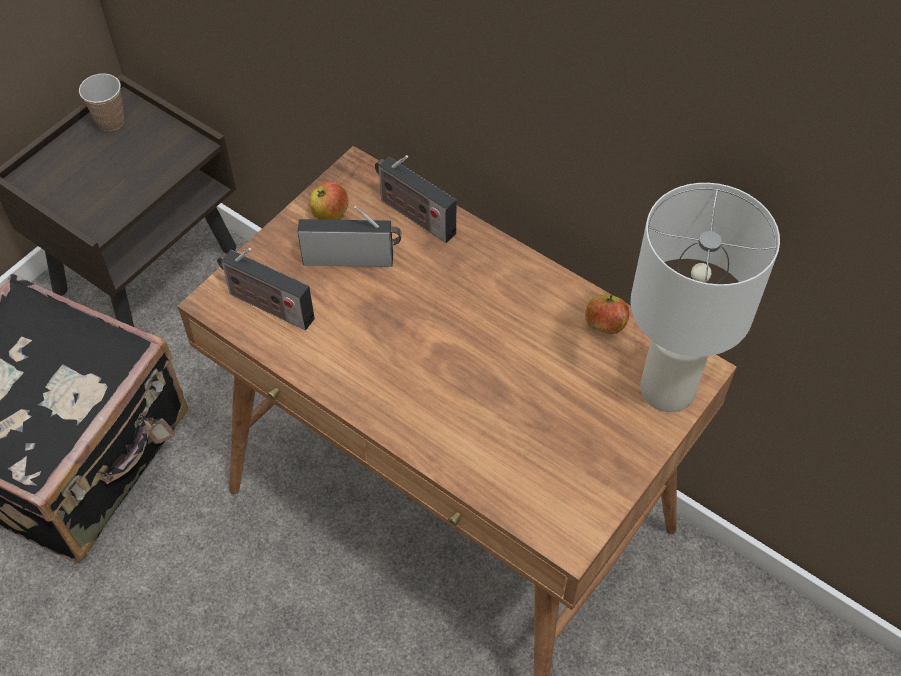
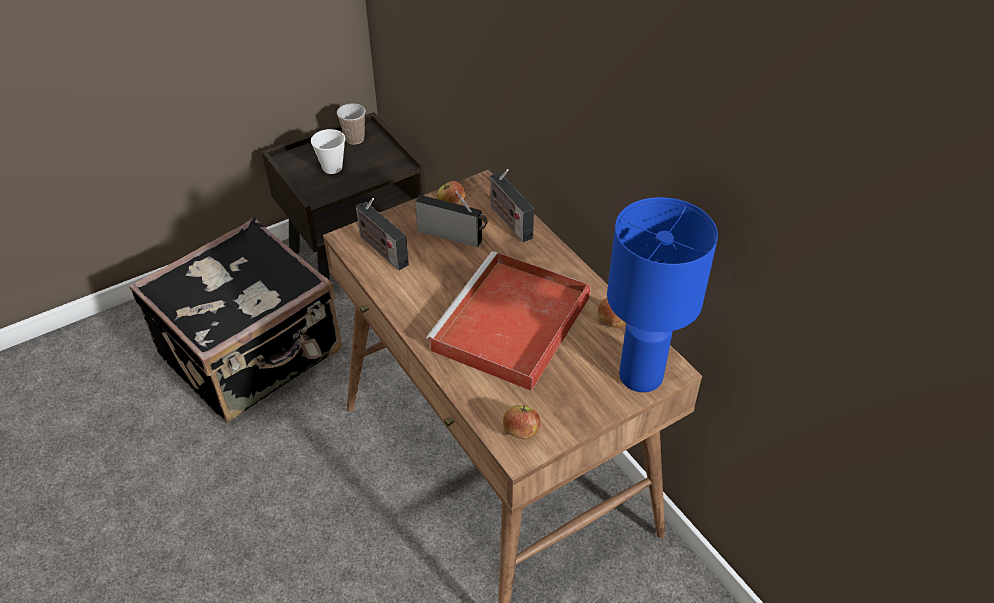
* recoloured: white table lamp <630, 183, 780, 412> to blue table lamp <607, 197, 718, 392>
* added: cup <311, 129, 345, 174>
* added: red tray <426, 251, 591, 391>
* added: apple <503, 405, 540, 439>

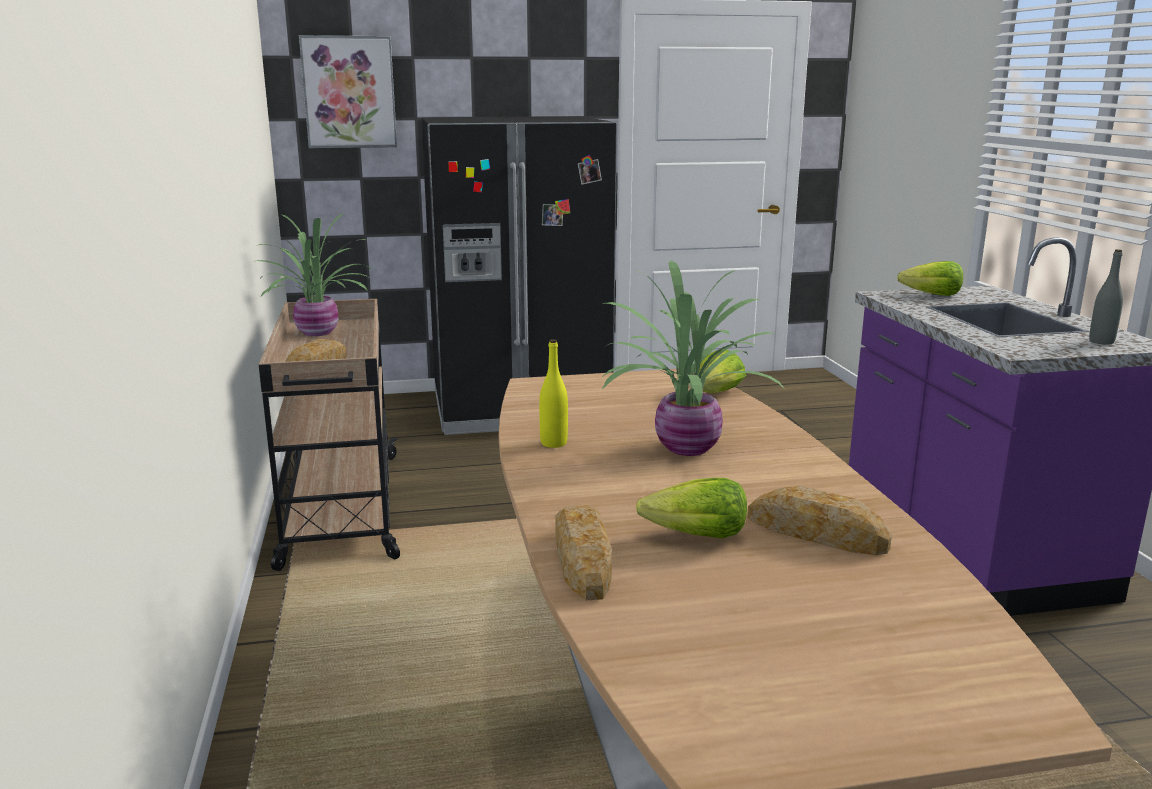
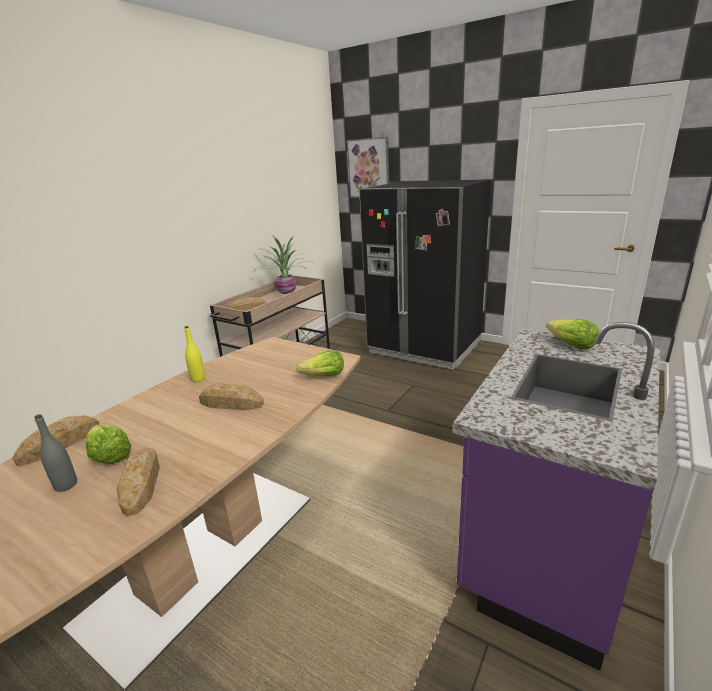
* replaced: potted plant <602, 260, 785, 456> to bread <199, 383, 264, 410>
* moved: grey bottle <1089, 249, 1123, 345> to <35, 414, 77, 492>

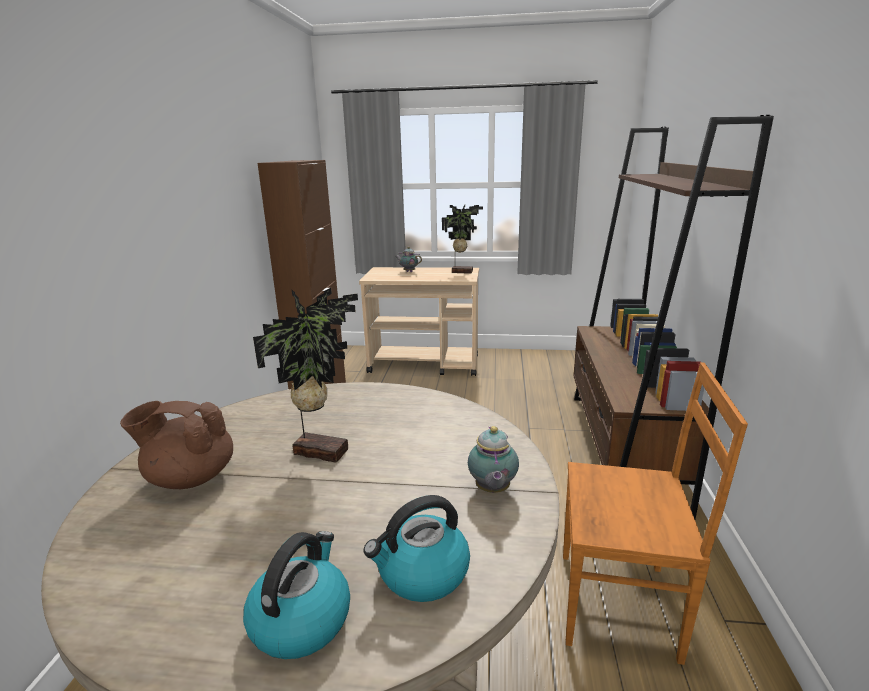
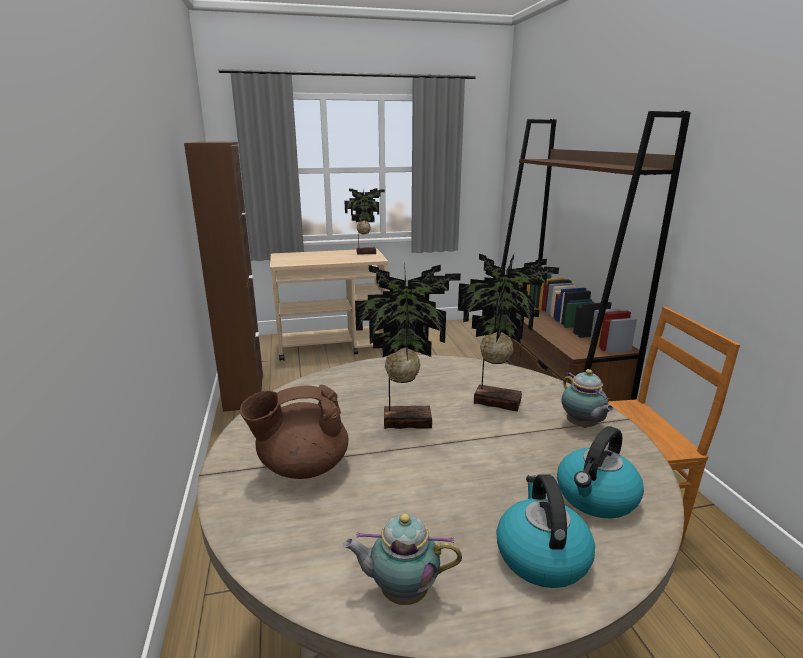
* moved: teapot <395, 247, 422, 272> to <343, 514, 462, 605>
* added: potted plant <458, 253, 559, 411>

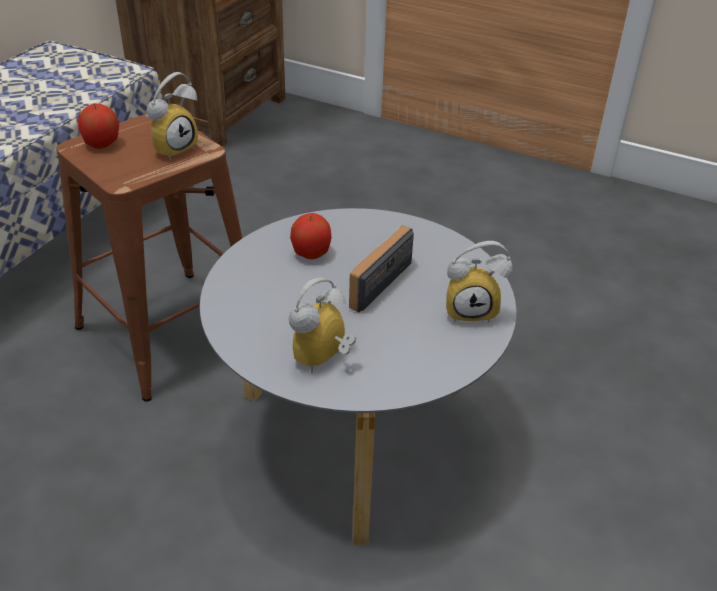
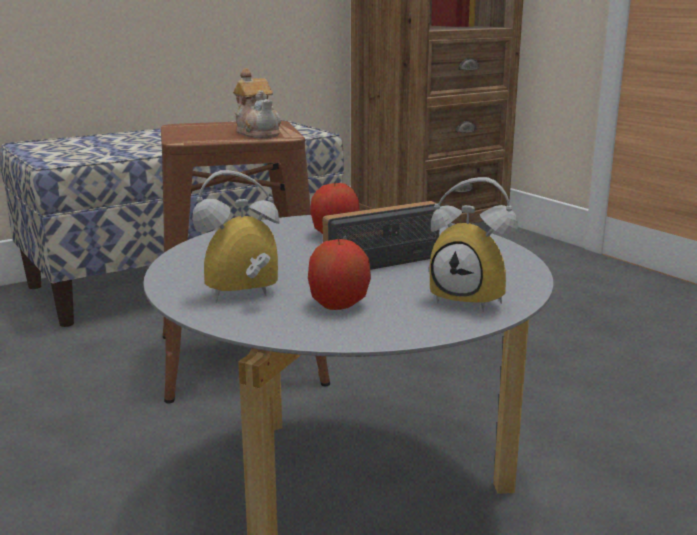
* moved: apple <78, 104, 119, 149> to <308, 237, 371, 310>
* replaced: alarm clock <146, 72, 198, 160> to teapot <233, 68, 281, 138>

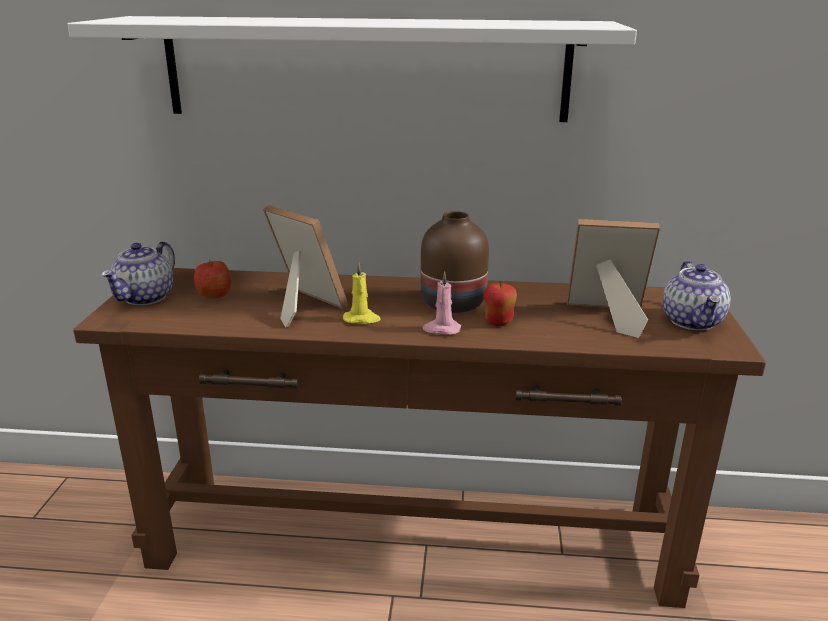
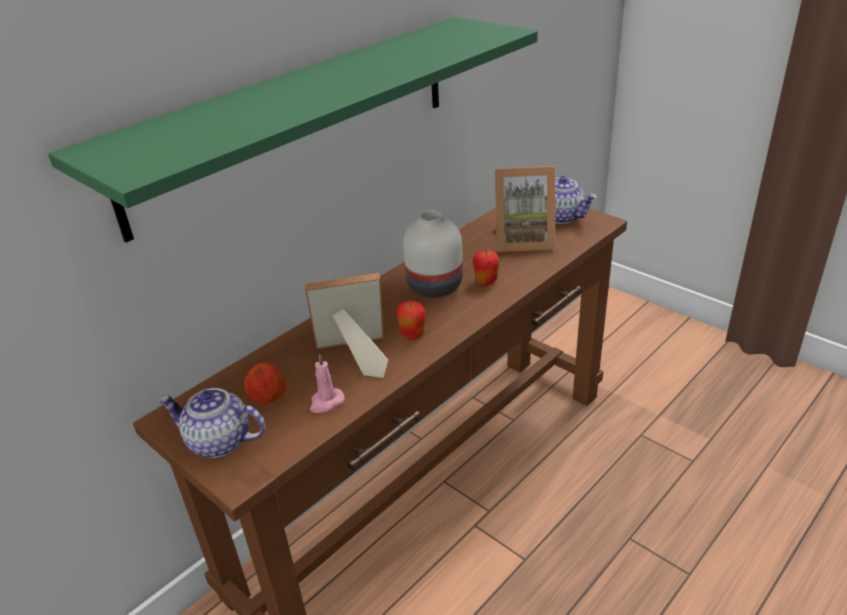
* recoloured: white shelf <68, 16, 637, 122> to green shelf <48, 17, 538, 243>
* turned: teapot <101, 242, 175, 305> = <159, 388, 265, 458> 135 degrees clockwise
* replaced: yellow candle <343, 263, 381, 324> to apple <396, 301, 426, 340>
* recoloured: brown vase <421, 211, 489, 313> to white vase <403, 211, 463, 298>
* moved: pink candle <422, 271, 461, 335> to <310, 354, 345, 413>
* turned: picture frame <567, 219, 660, 338> = <495, 166, 555, 252> 135 degrees counterclockwise

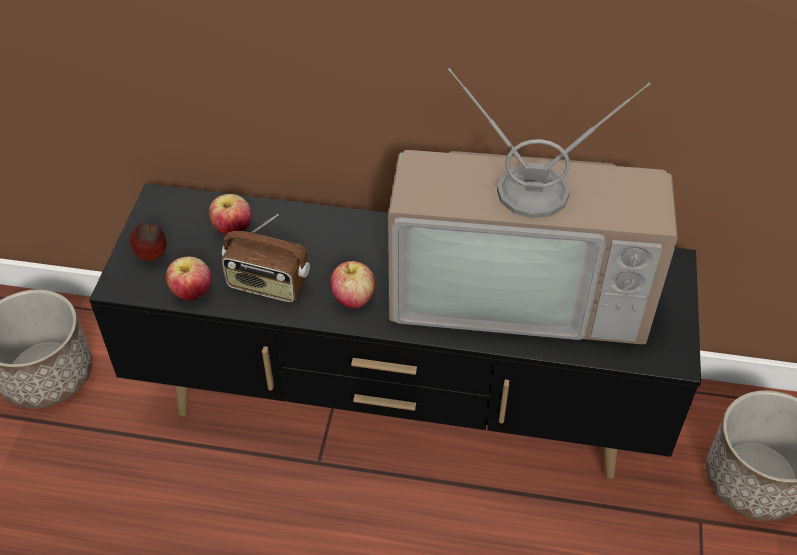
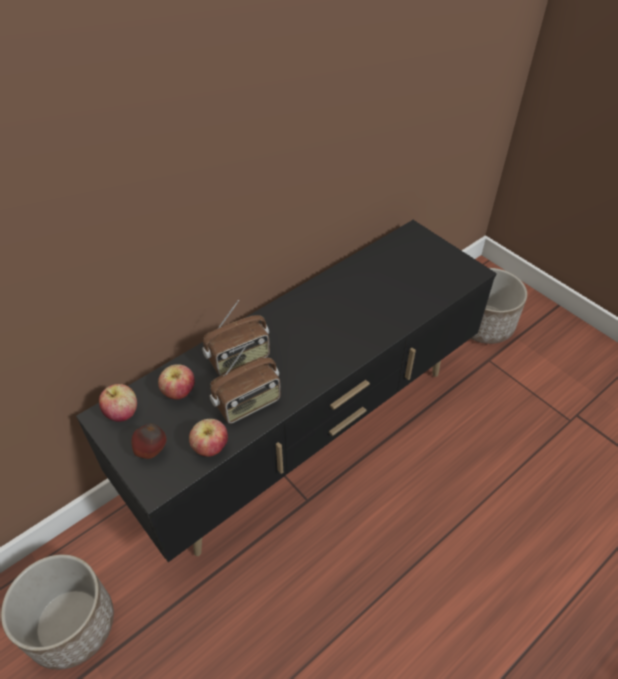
* moved: apple <330, 261, 375, 308> to <99, 384, 137, 422>
* removed: television <388, 68, 678, 344>
* added: radio <202, 300, 270, 376>

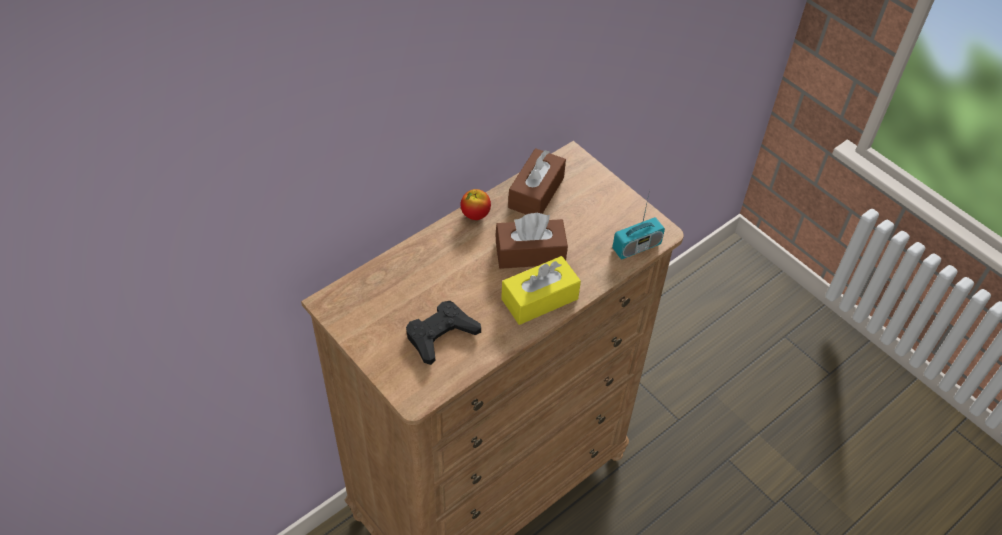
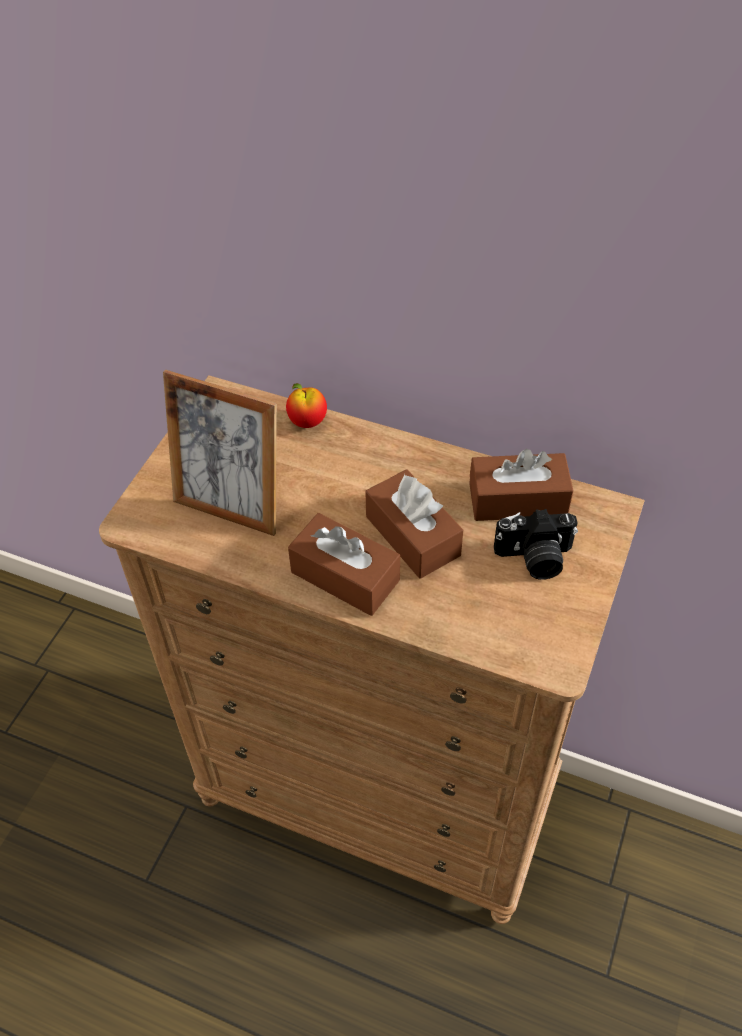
* replaced: black game controller <406, 301, 481, 365> to picture frame <163, 370, 277, 536>
* moved: apple <460, 189, 491, 220> to <286, 383, 327, 428>
* recoloured: yellow tissue box <501, 256, 581, 325> to brown tissue box <288, 513, 400, 616>
* removed: radio <612, 190, 665, 259>
* added: photo camera <494, 509, 578, 580>

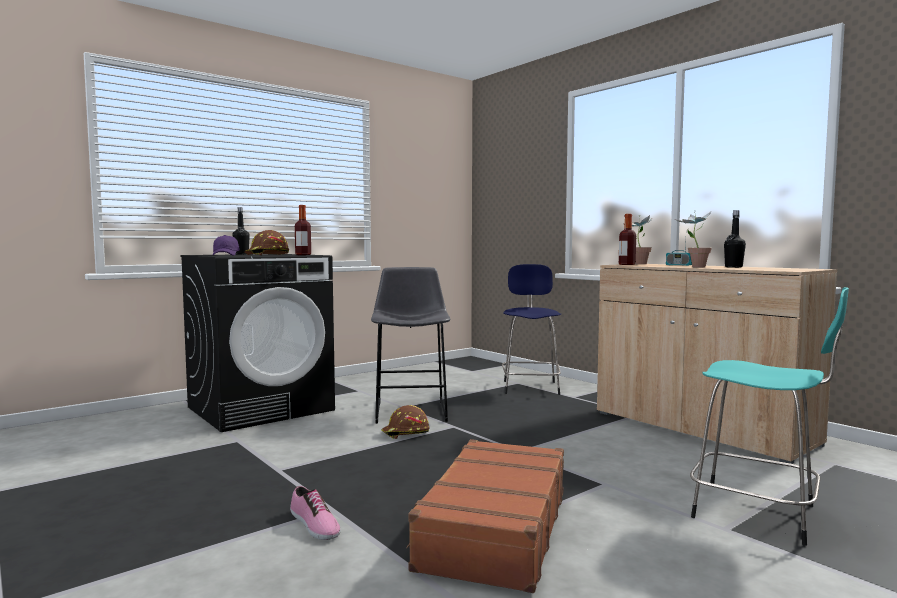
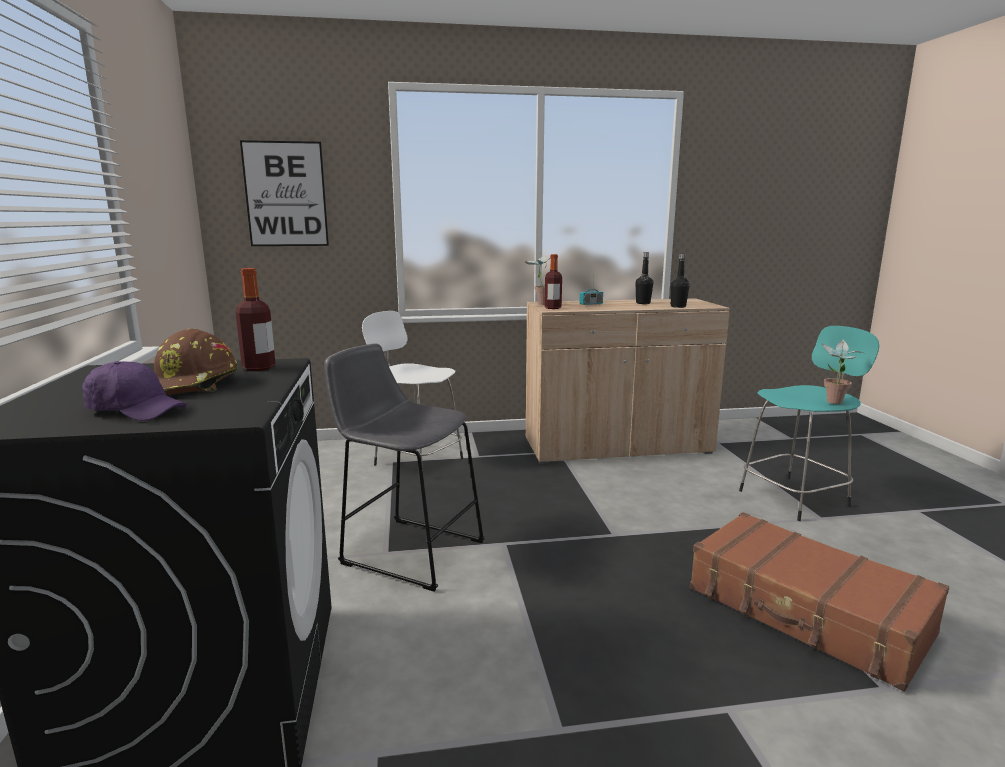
* moved: black bottle <232, 207, 250, 254> to <670, 254, 689, 308>
* removed: shoe <290, 486, 340, 540>
* removed: brown hard hat <382, 405, 430, 439>
* recoloured: blue stool <502, 264, 561, 395> to white stool <362, 311, 463, 470>
* moved: potted plant <675, 212, 712, 268> to <821, 339, 865, 404>
* added: picture <240, 140, 329, 246>

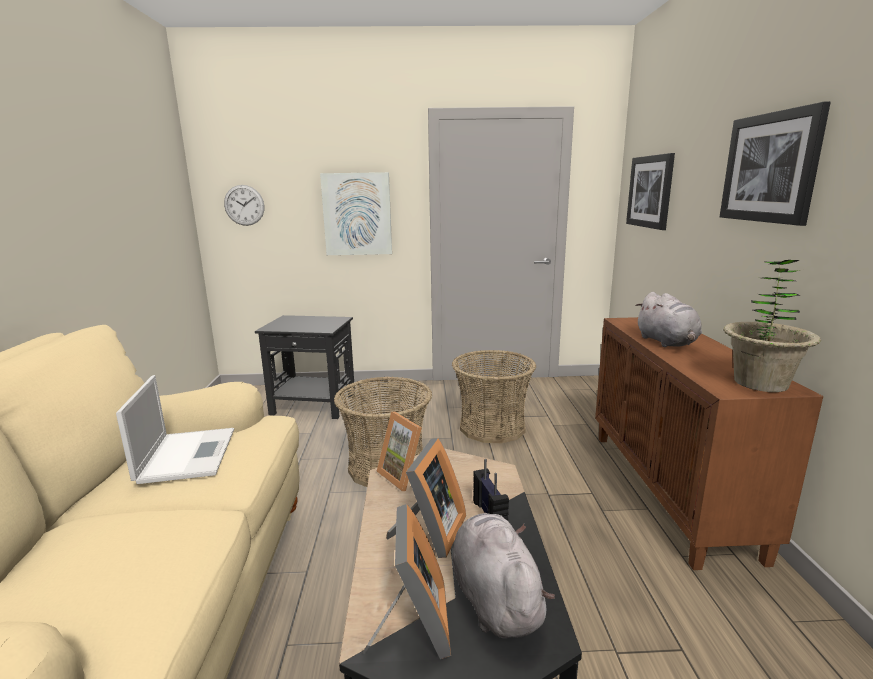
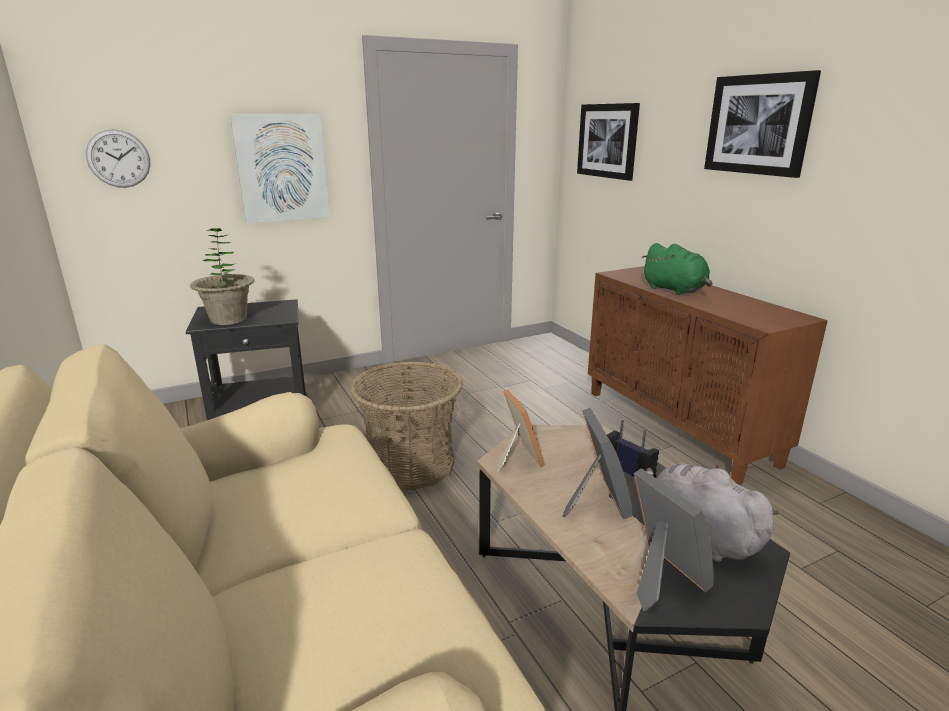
* removed: laptop <116, 375, 234, 484>
* turned: picture frame <377, 412, 422, 491> = <497, 390, 545, 471> 135 degrees counterclockwise
* removed: basket <452, 350, 536, 443>
* recoloured: grey plush toy <635, 292, 702, 347> to green plush toy <641, 243, 712, 295>
* moved: potted plant <723, 260, 821, 392> to <190, 228, 254, 325>

